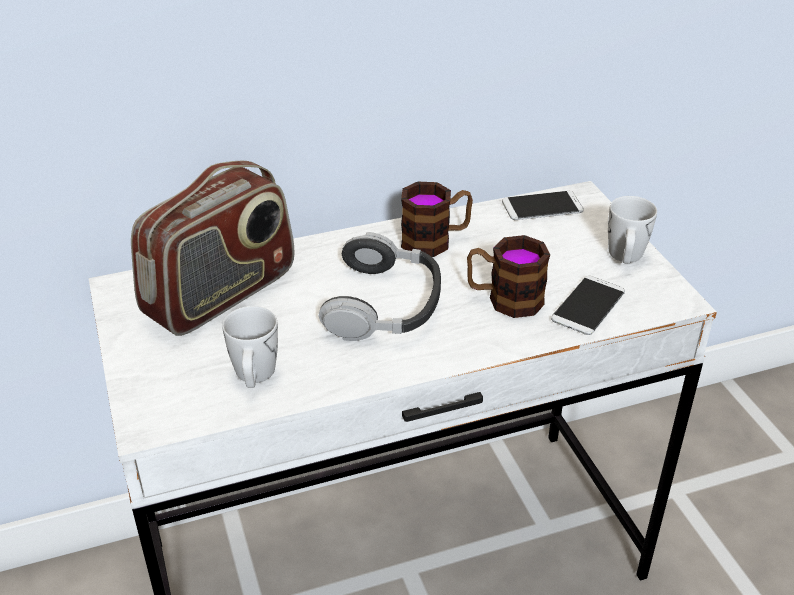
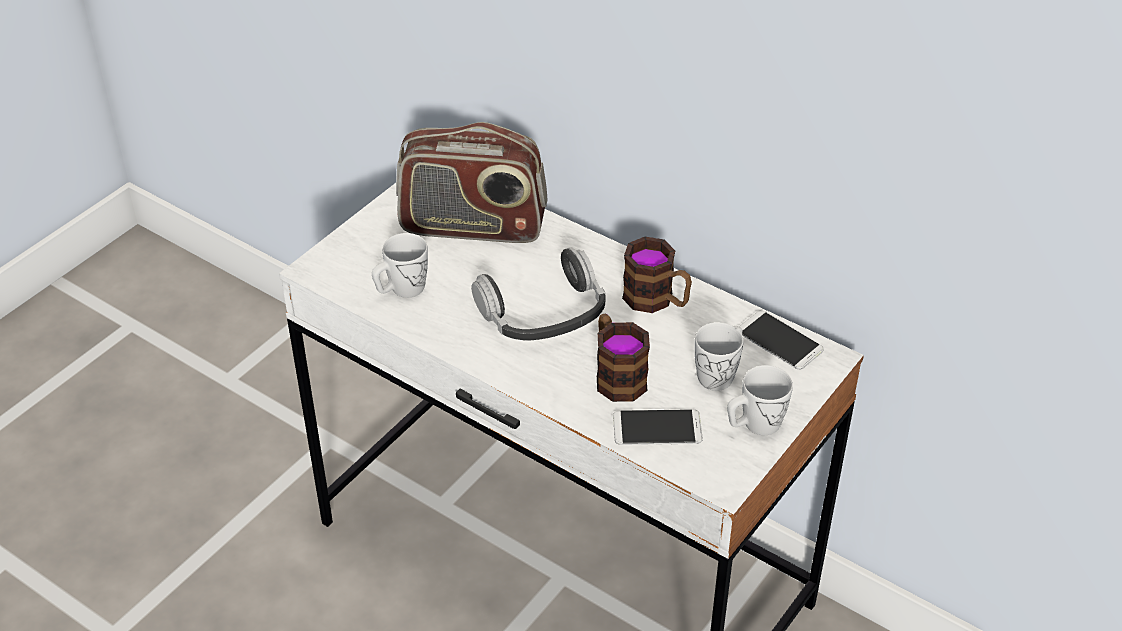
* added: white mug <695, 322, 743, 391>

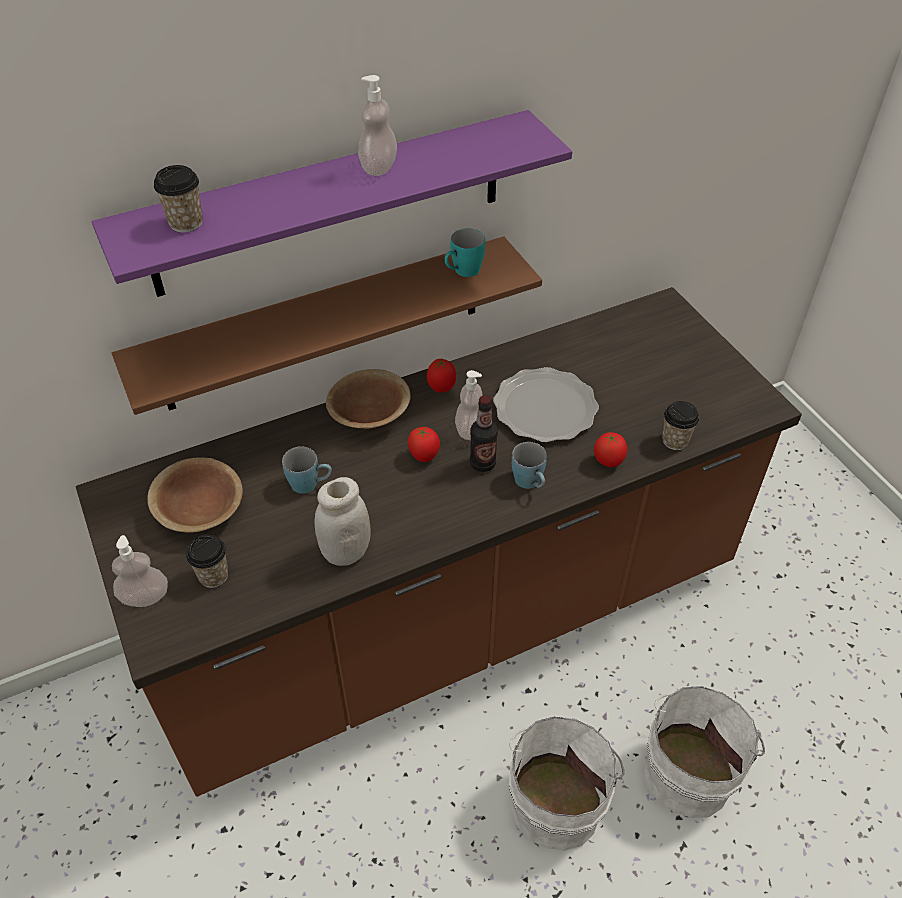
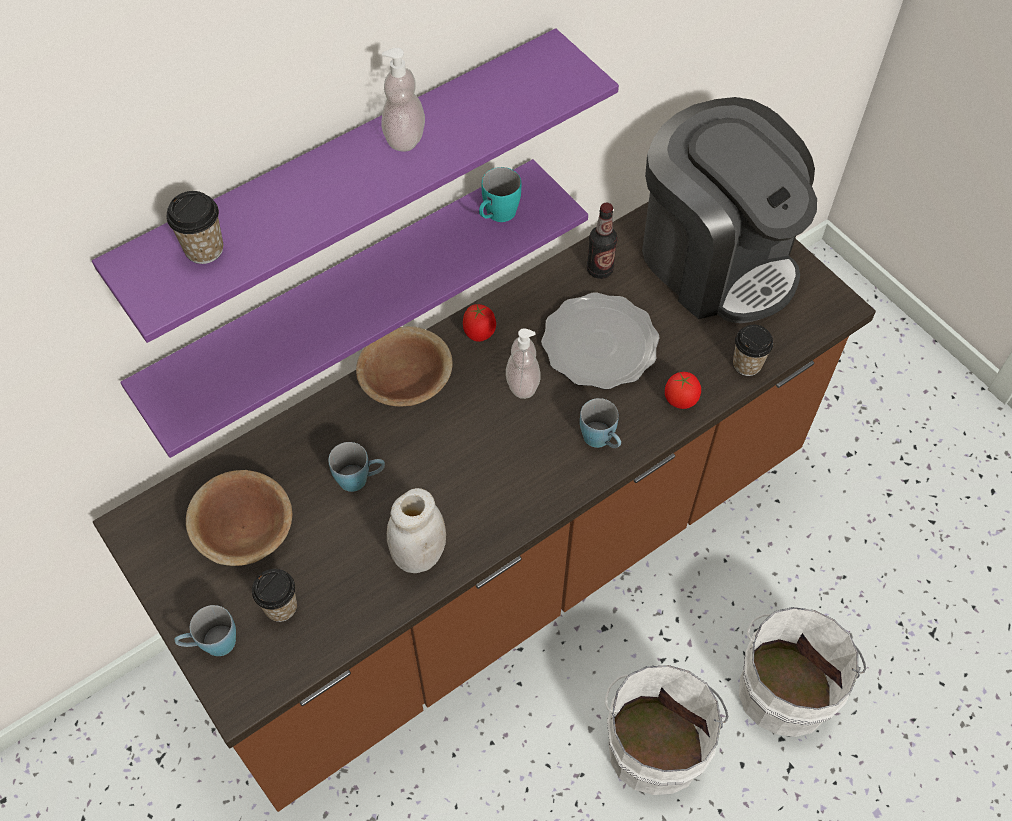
* recoloured: brown shelf <112, 236, 542, 415> to purple shelf <120, 159, 588, 458>
* replaced: soap dispenser <112, 535, 168, 607> to blue mug <174, 605, 236, 656>
* removed: tomato <408, 427, 440, 462>
* moved: bottle <470, 395, 498, 472> to <587, 203, 618, 279>
* added: coffee machine <642, 97, 817, 323>

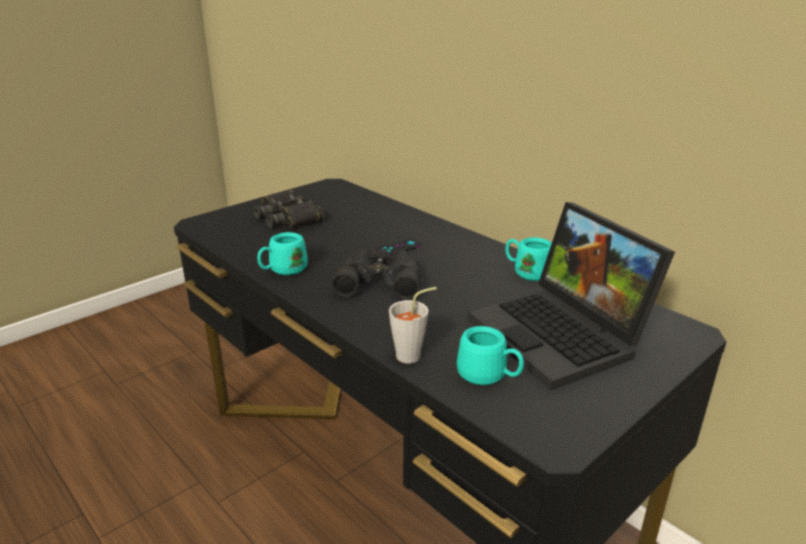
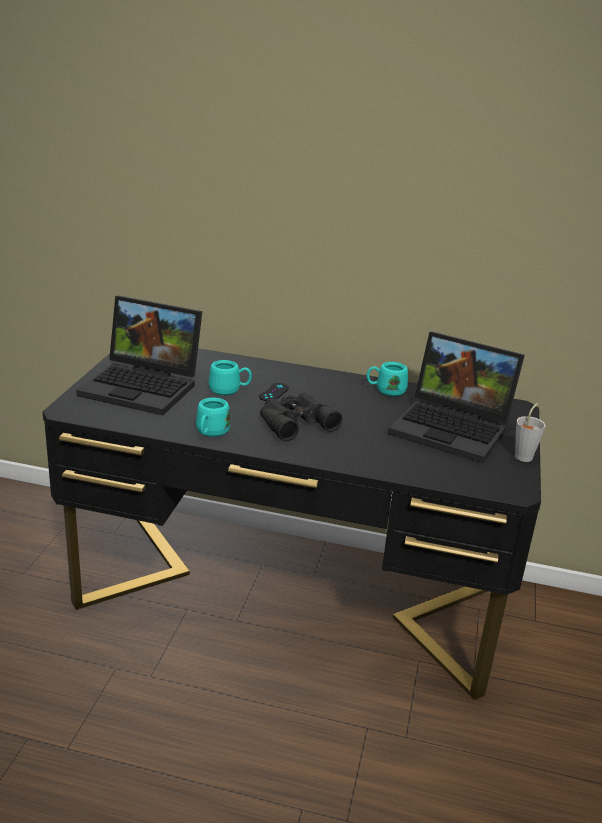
* replaced: black binoculars <253, 190, 324, 228> to laptop <76, 296, 202, 415>
* moved: grey cup <389, 287, 437, 364> to <515, 403, 546, 462>
* moved: turquoise mug <457, 326, 524, 385> to <208, 360, 252, 395>

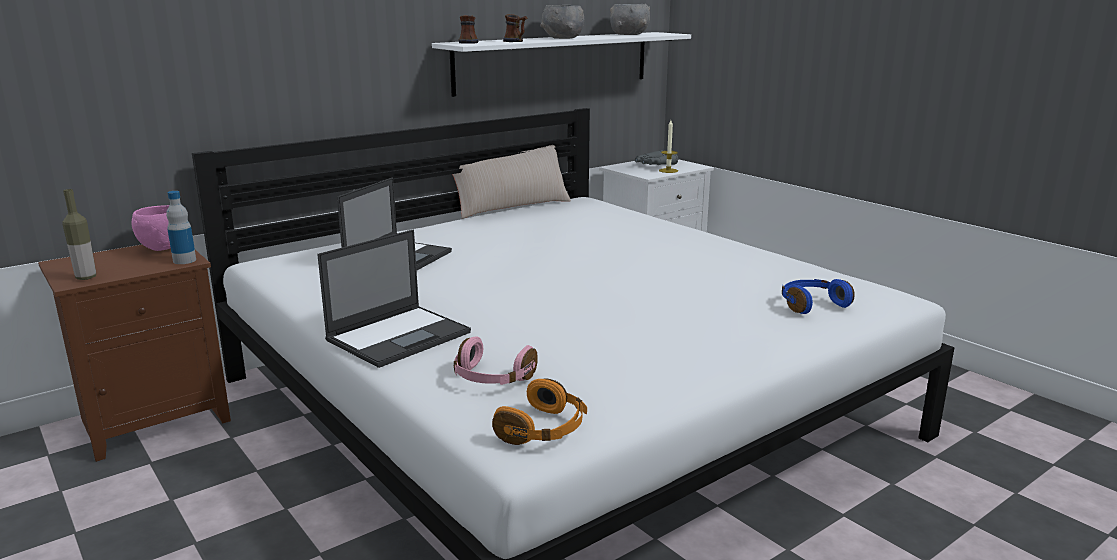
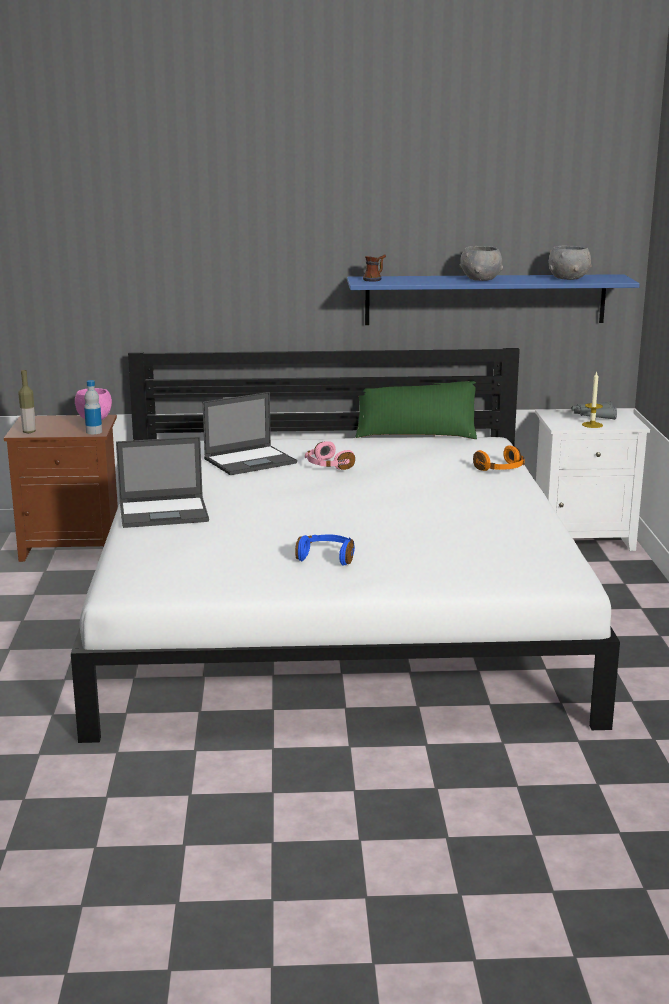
* recoloured: white shelf <432, 32, 691, 97> to blue shelf <347, 274, 640, 325>
* recoloured: beige pillow <452, 145, 571, 219> to green pillow <355, 381, 477, 439>
* moved: pink headphones <454, 337, 538, 385> to <305, 441, 355, 470>
* moved: orange headphones <492, 378, 587, 445> to <473, 445, 525, 471>
* removed: mug <503, 14, 527, 42>
* moved: blue headphones <782, 279, 855, 314> to <295, 535, 355, 566>

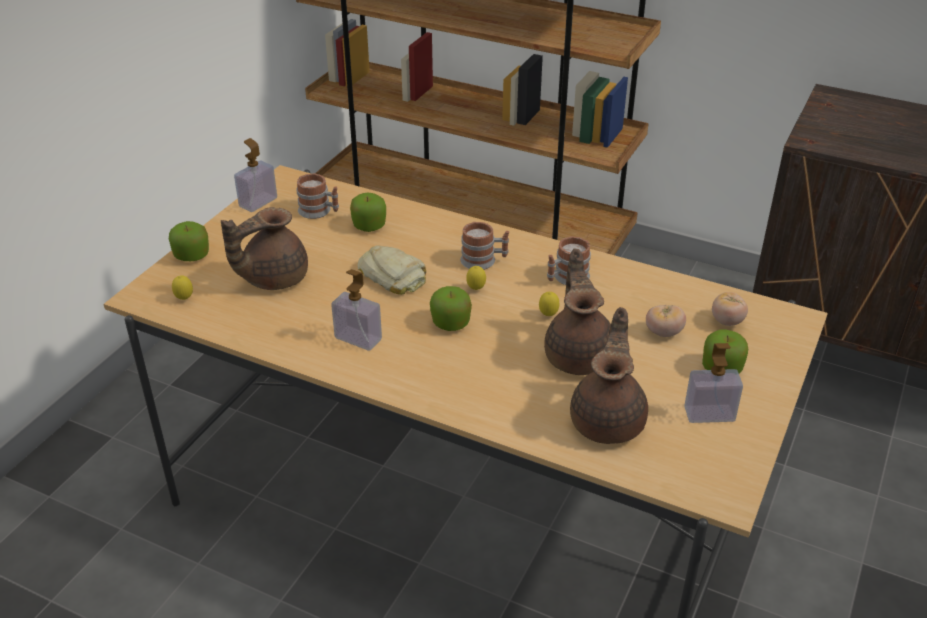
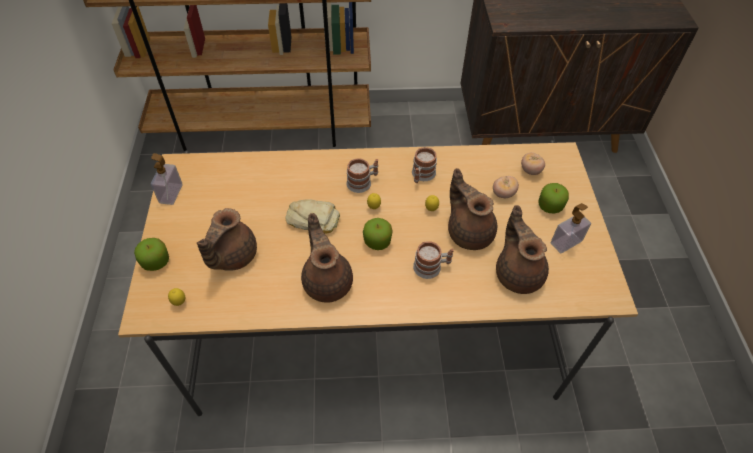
* moved: mug <296, 173, 339, 219> to <413, 241, 454, 279>
* replaced: soap dispenser <331, 269, 382, 351> to brown teapot <301, 213, 353, 303>
* removed: apple <350, 193, 386, 232>

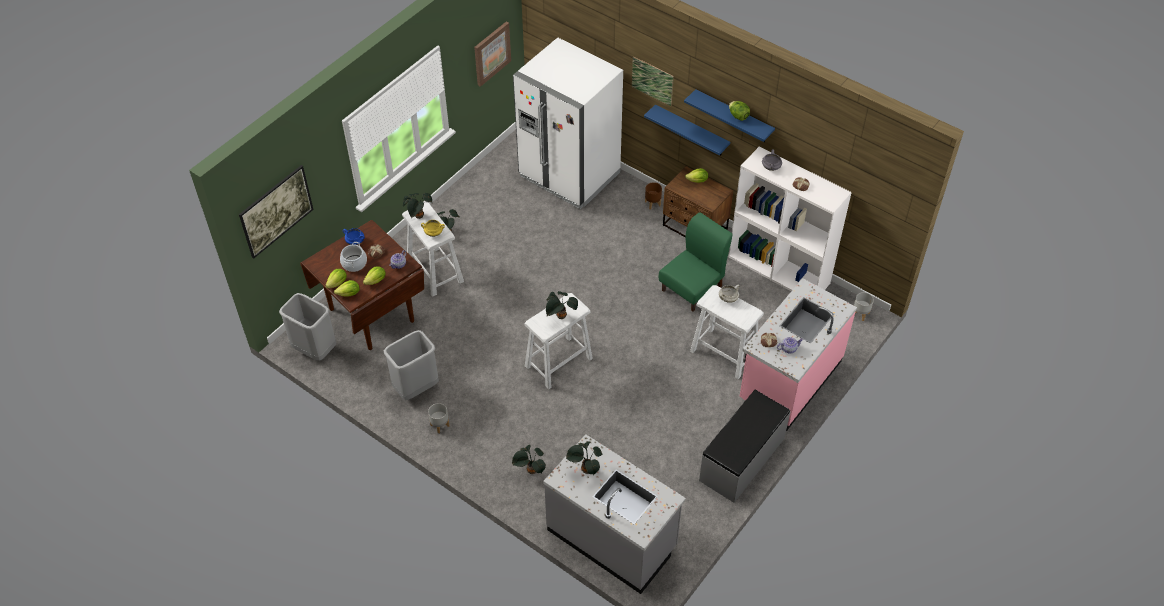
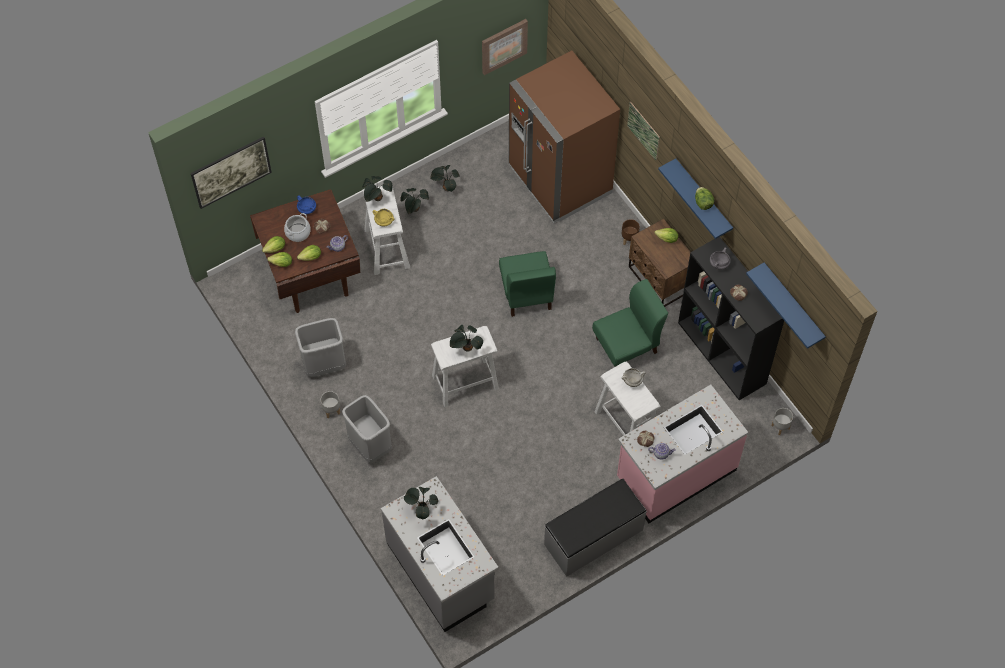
* moved: grey trash can <279, 293, 336, 361> to <342, 395, 392, 463>
* moved: potted plant <512, 445, 546, 474> to <430, 165, 460, 192>
* recoloured: white fridge <513, 37, 623, 209> to brown fridge <509, 50, 620, 223>
* moved: blue shelf <644, 104, 730, 155> to <746, 263, 826, 349>
* recoloured: white bookcase <729, 146, 852, 291> to black bookcase <678, 237, 784, 400>
* added: green chair <499, 251, 556, 317>

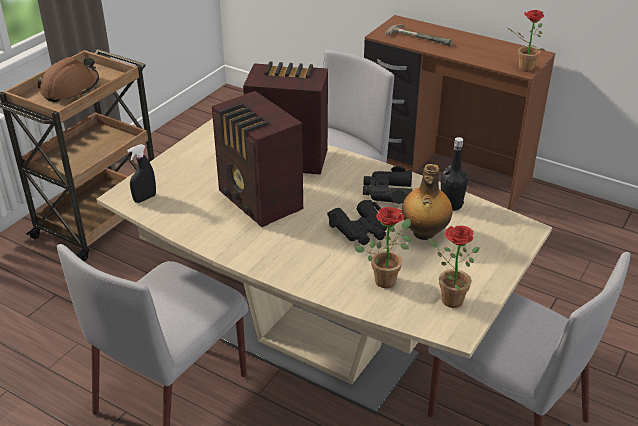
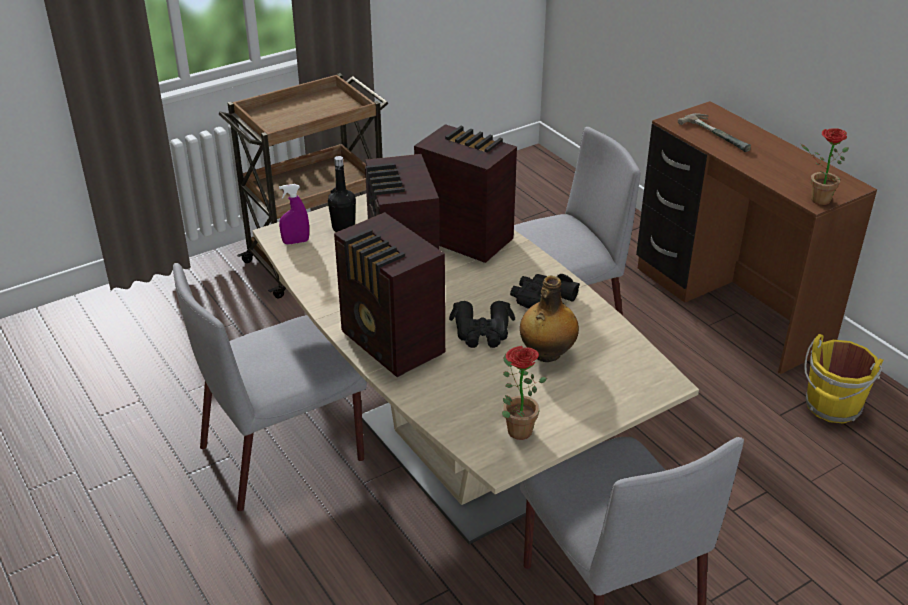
* removed: brown hard hat <38, 57, 99, 102>
* recoloured: black spray bottle <127, 144, 156, 203> to purple spray bottle <279, 184, 309, 245>
* removed: potted plant <354, 207, 411, 288>
* moved: black bottle <441, 137, 468, 211> to <328, 156, 356, 232>
* added: radio <334, 212, 445, 377>
* added: yellow bucket <804, 334, 883, 424>

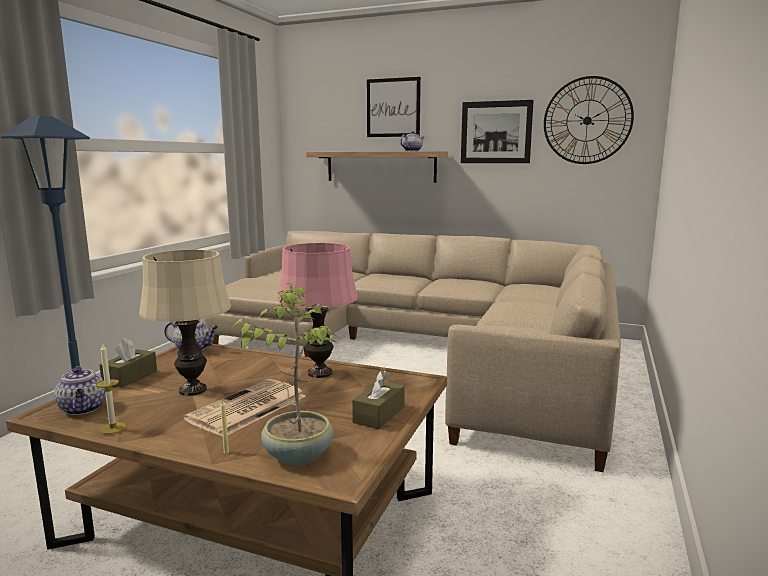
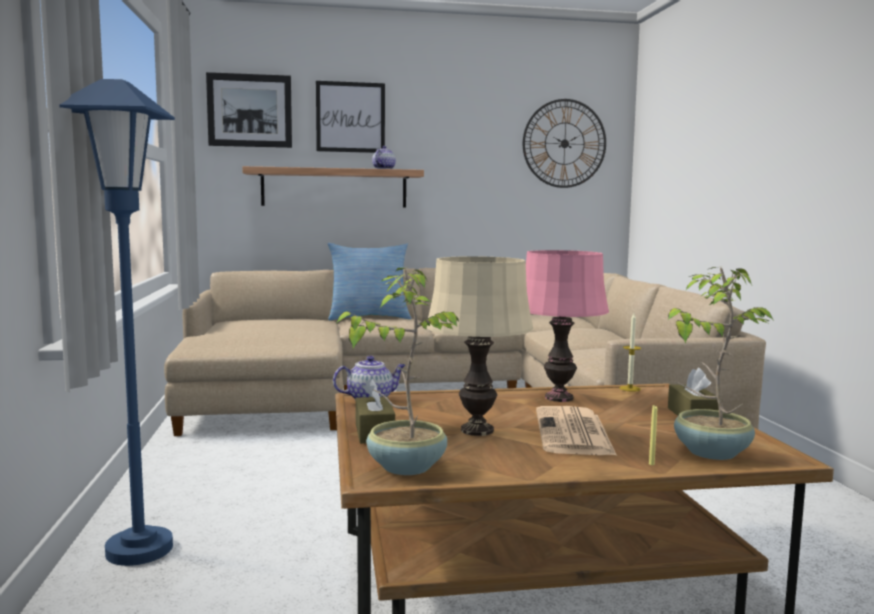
* replaced: teapot <54, 366, 106, 415> to potted plant <336, 268, 460, 475>
* moved: candle <96, 344, 126, 434> to <619, 313, 641, 392>
* moved: picture <461, 100, 534, 163> to <206, 72, 292, 148>
* added: pillow <328, 243, 411, 320>

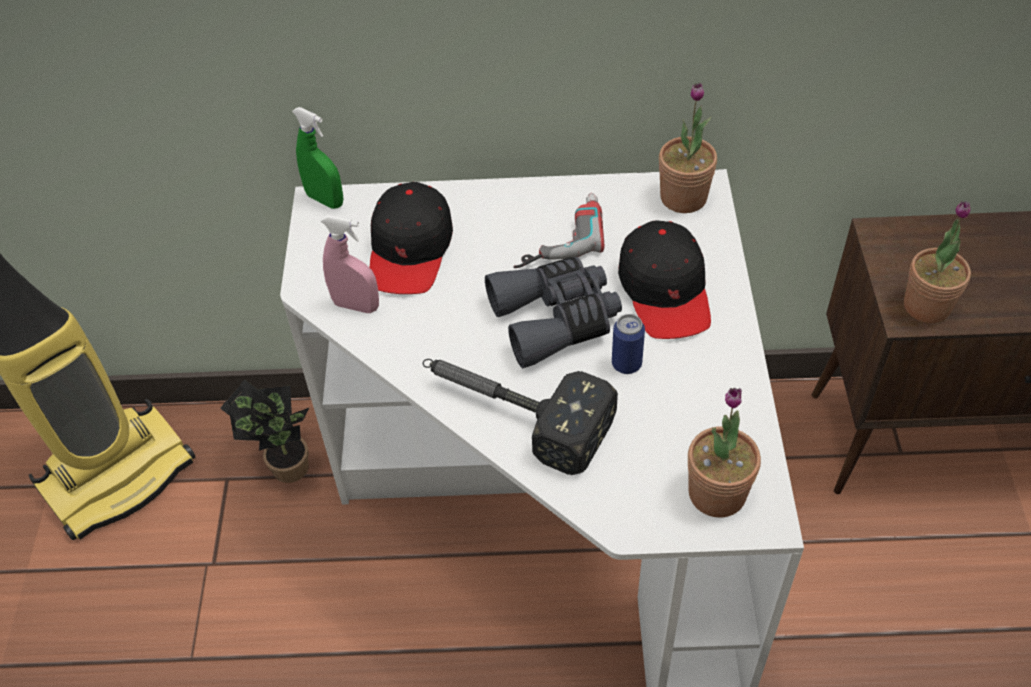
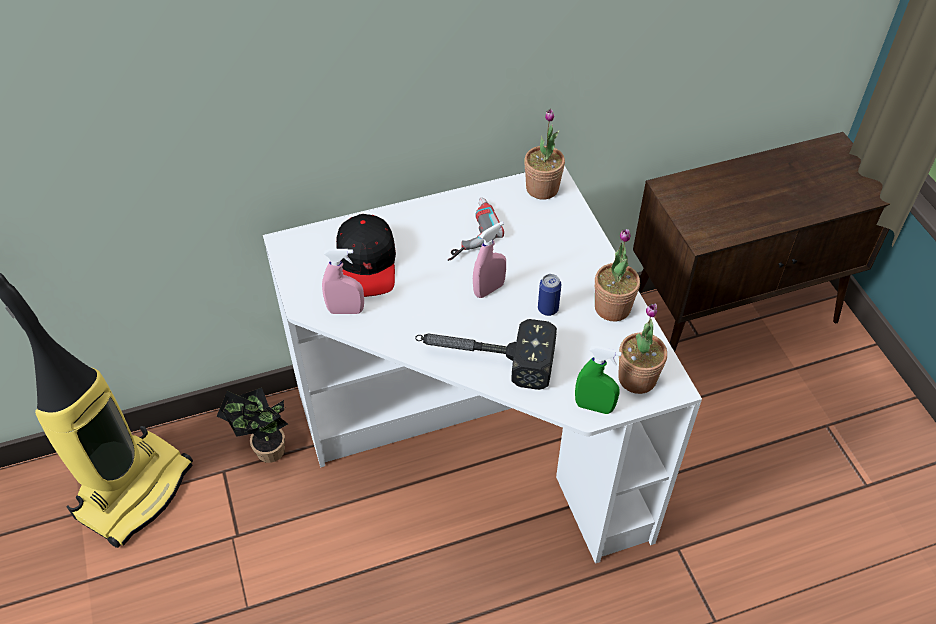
* moved: green spray bottle <292, 107, 343, 209> to <575, 346, 622, 414>
* replaced: grey binoculars <485, 257, 622, 368> to pink spray bottle <473, 221, 506, 298>
* removed: black cap <618, 220, 711, 339>
* moved: potted plant <904, 201, 971, 323> to <595, 229, 640, 321>

